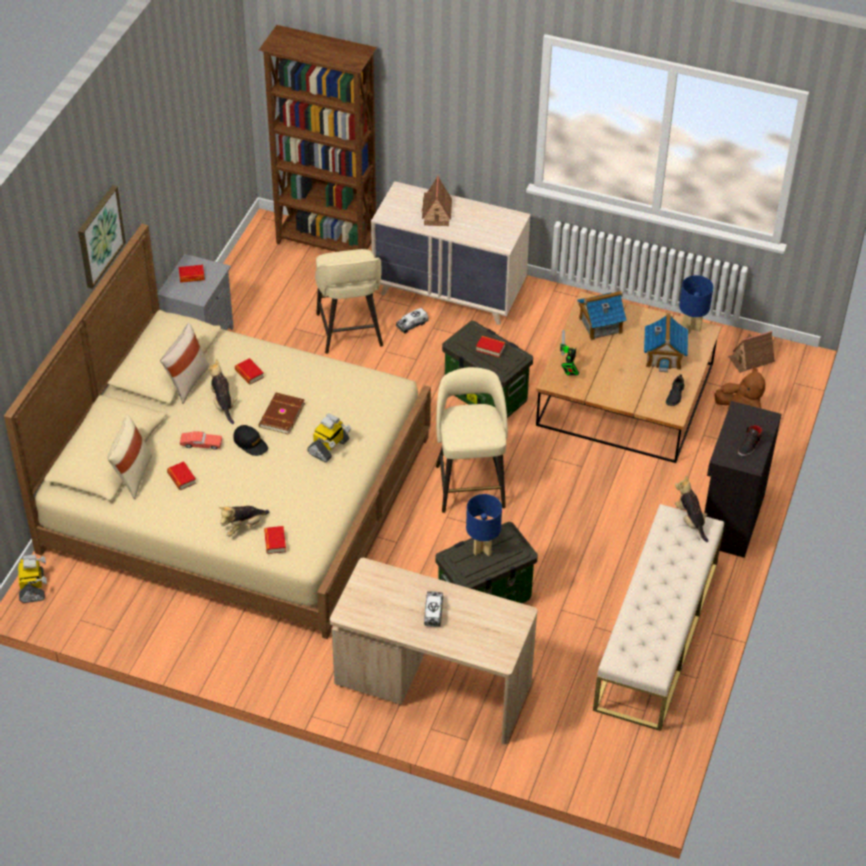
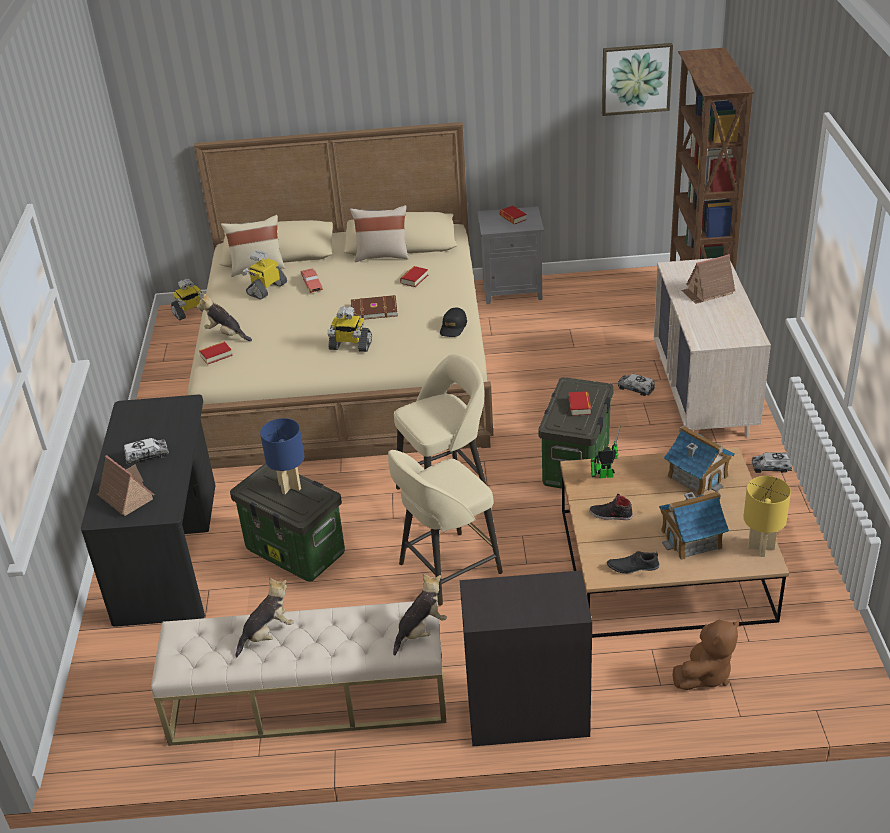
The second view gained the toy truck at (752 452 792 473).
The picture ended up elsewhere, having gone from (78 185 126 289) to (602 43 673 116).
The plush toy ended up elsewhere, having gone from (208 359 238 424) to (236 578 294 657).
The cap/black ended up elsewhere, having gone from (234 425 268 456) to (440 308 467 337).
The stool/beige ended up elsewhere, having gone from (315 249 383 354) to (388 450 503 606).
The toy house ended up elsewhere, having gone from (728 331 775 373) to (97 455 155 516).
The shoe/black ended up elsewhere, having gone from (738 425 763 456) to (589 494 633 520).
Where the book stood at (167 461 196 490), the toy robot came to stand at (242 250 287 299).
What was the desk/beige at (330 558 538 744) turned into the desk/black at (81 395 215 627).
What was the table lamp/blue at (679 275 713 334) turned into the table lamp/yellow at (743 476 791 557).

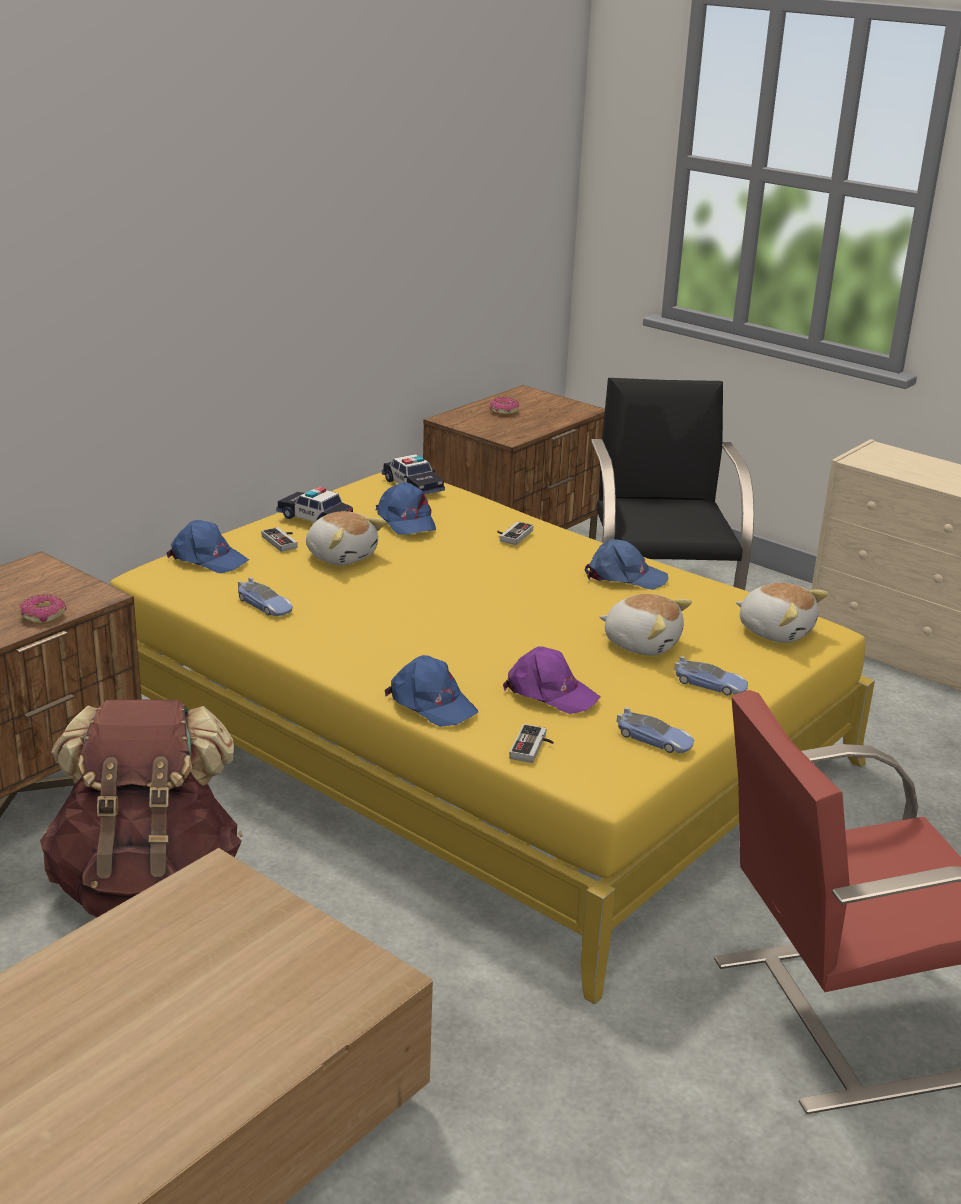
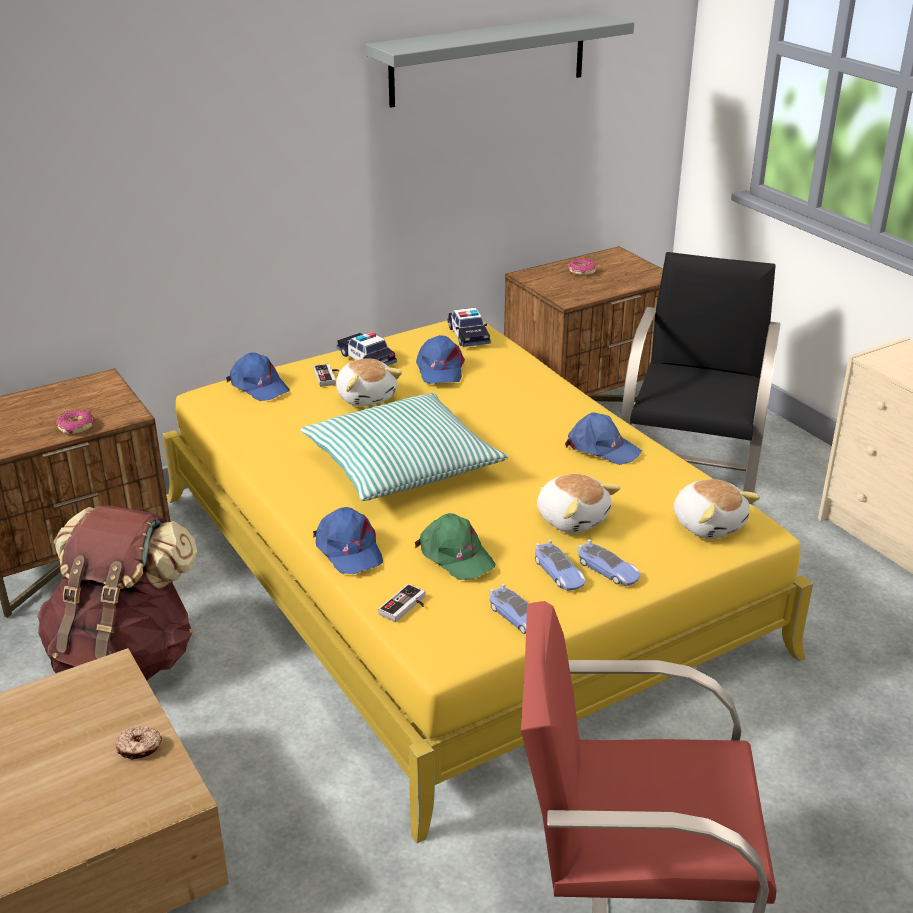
The second view lost the game controller at (497 521 534 545).
The second view gained the donut at (115 726 162 760).
The second view gained the pillow at (300 393 508 501).
The second view gained the shelf/grey at (366 13 634 108).
The toy car ended up elsewhere, having gone from (238 577 293 616) to (535 539 585 591).
What was the cap/purple at (503 646 601 714) turned into the cap/green at (415 513 495 580).

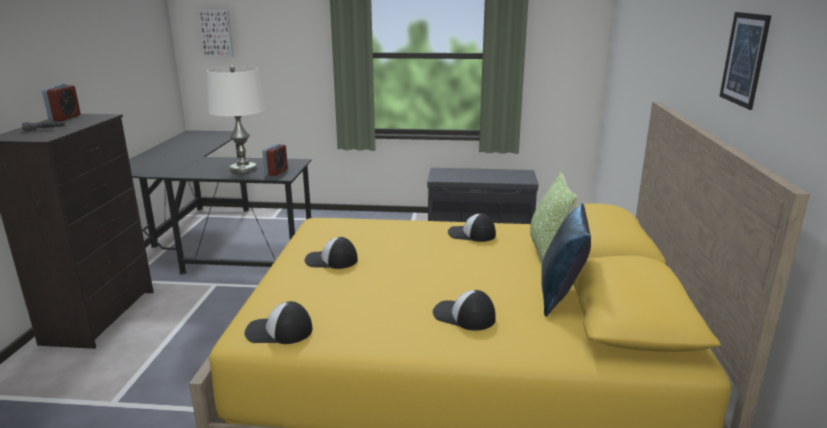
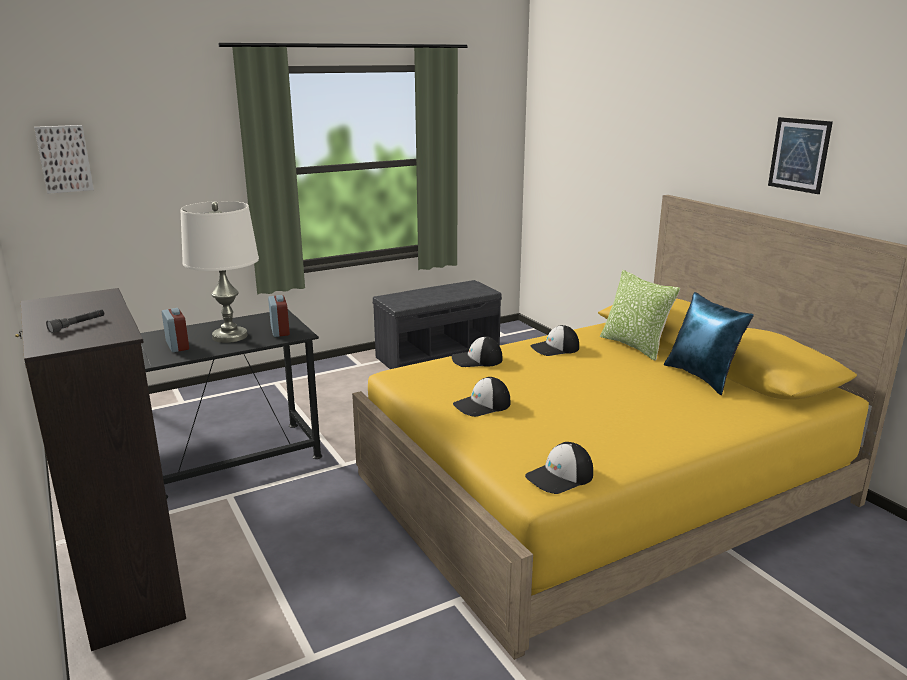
The alarm clock ended up elsewhere, having gone from (42 84 80 121) to (162 308 189 352).
The cap ended up elsewhere, having gone from (433 290 496 330) to (452 336 502 367).

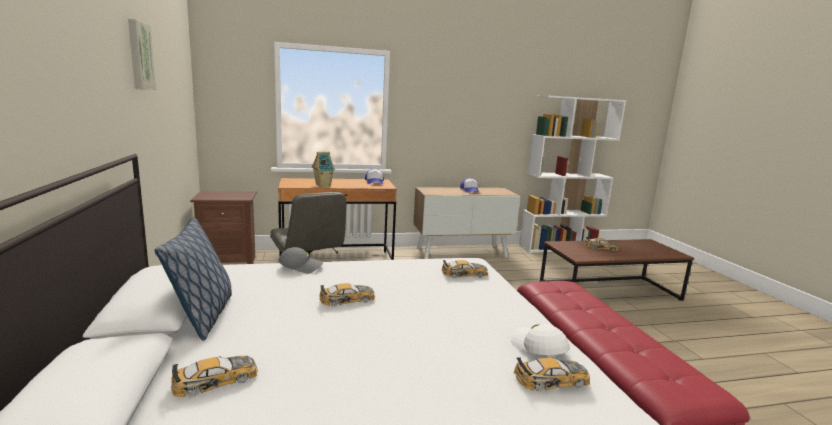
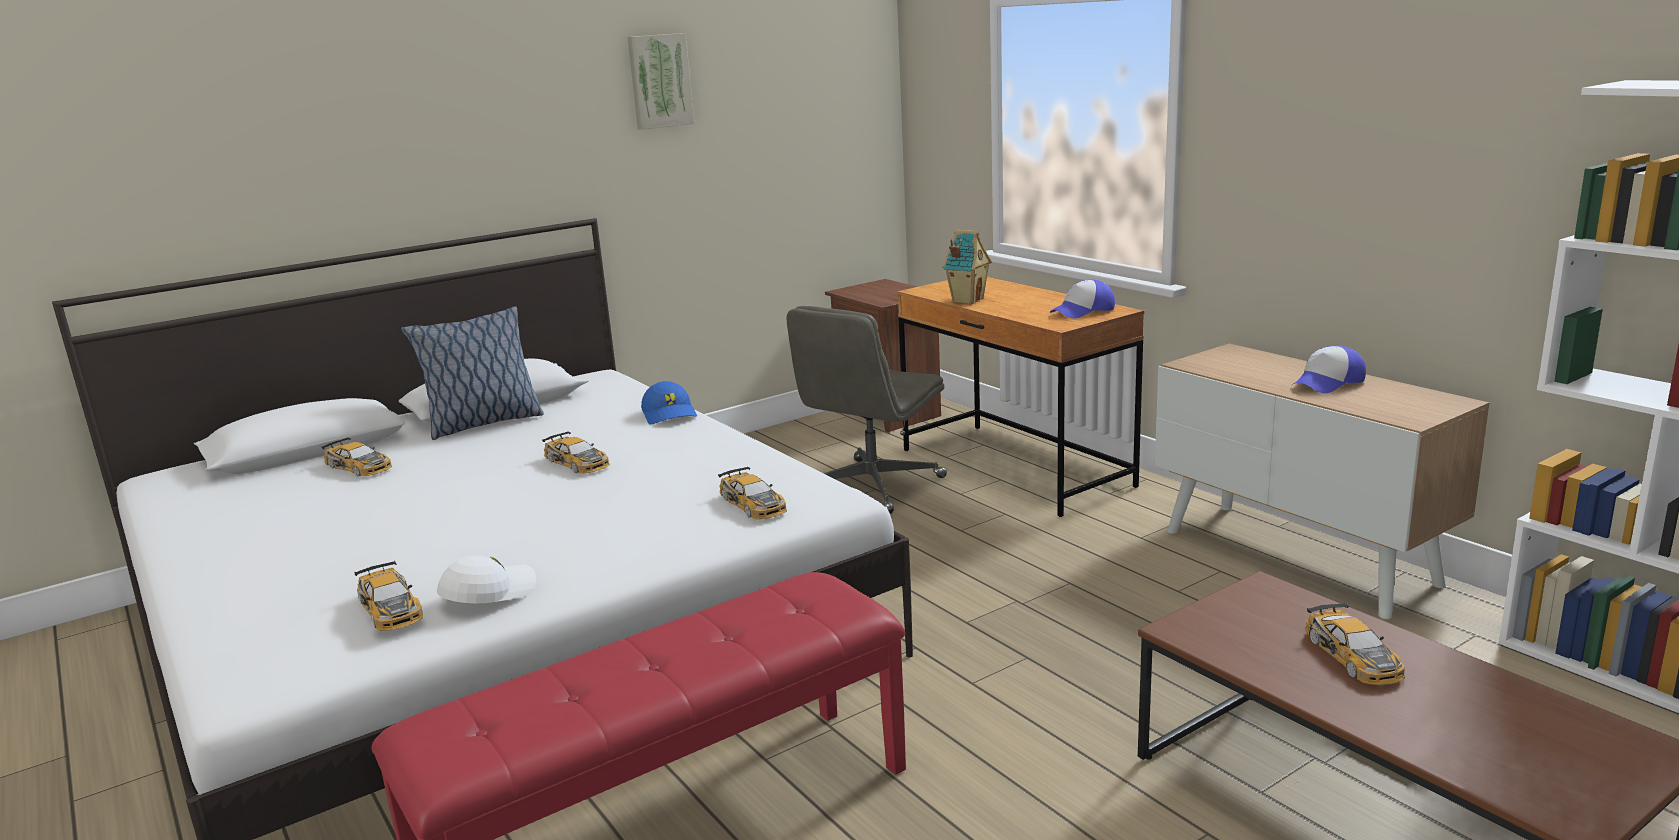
What was the cap/grey at (278 247 323 274) turned into the cap/blue at (641 381 697 425).

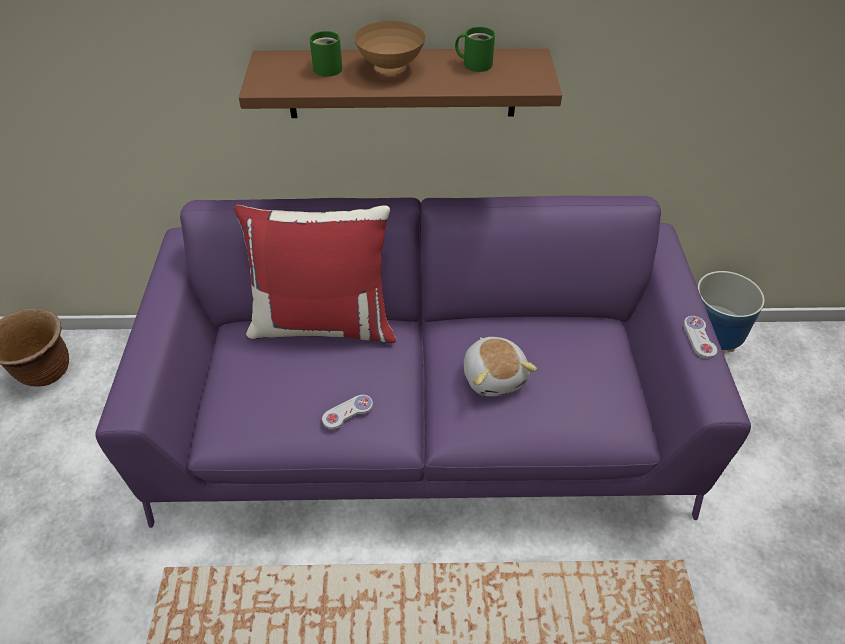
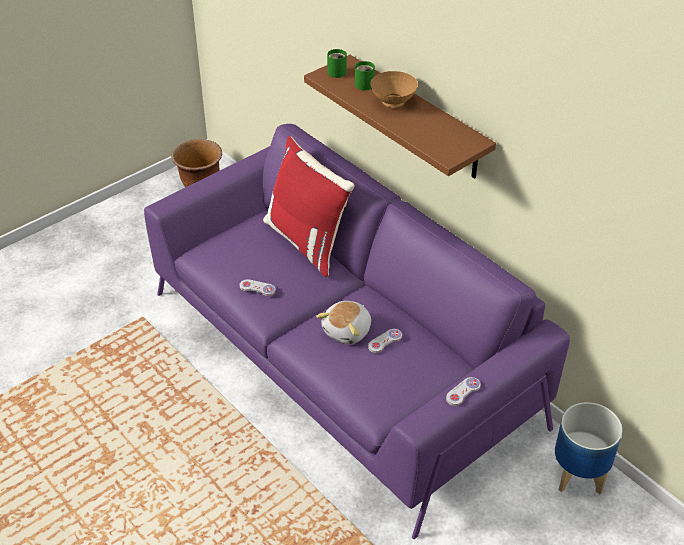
The second view gained the game controller/white at (368 329 402 353).
The mug/green ended up elsewhere, having gone from (455 27 495 72) to (327 49 347 78).

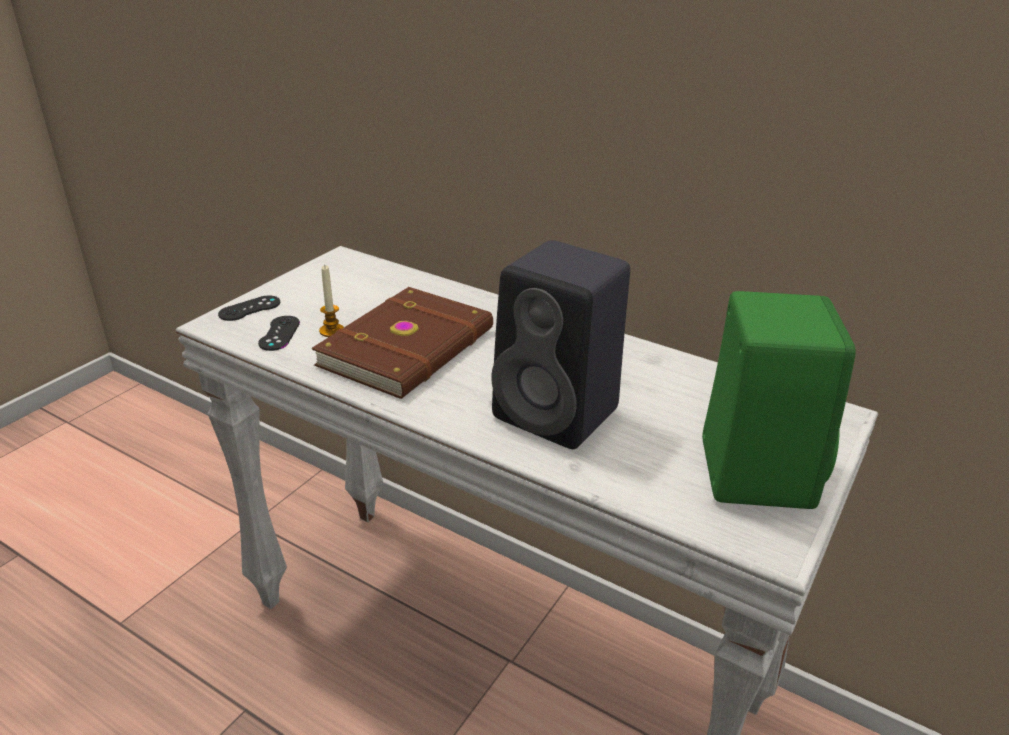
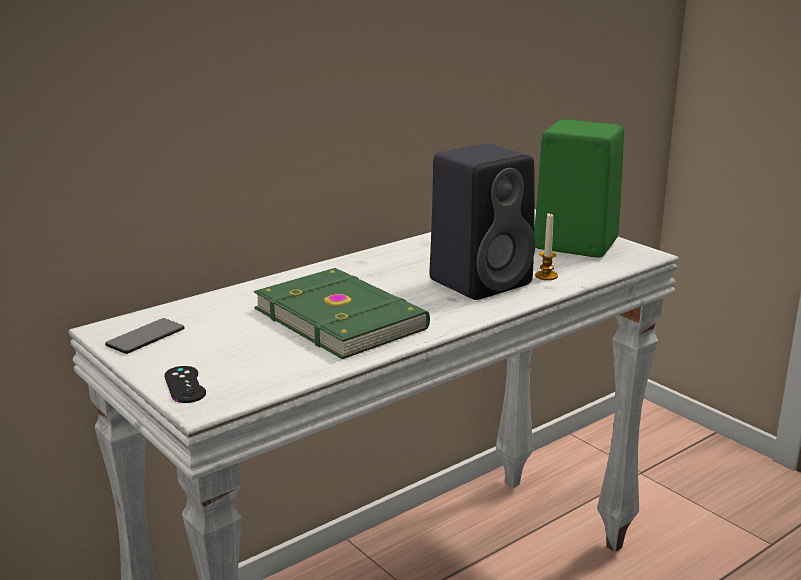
The second view lost the game controller/black at (258 316 300 351).
The second view gained the phone at (105 318 184 354).
The candle ended up elsewhere, having gone from (319 265 344 337) to (535 212 558 280).
What was the book/brown at (312 287 493 399) turned into the book/green at (253 268 430 359).

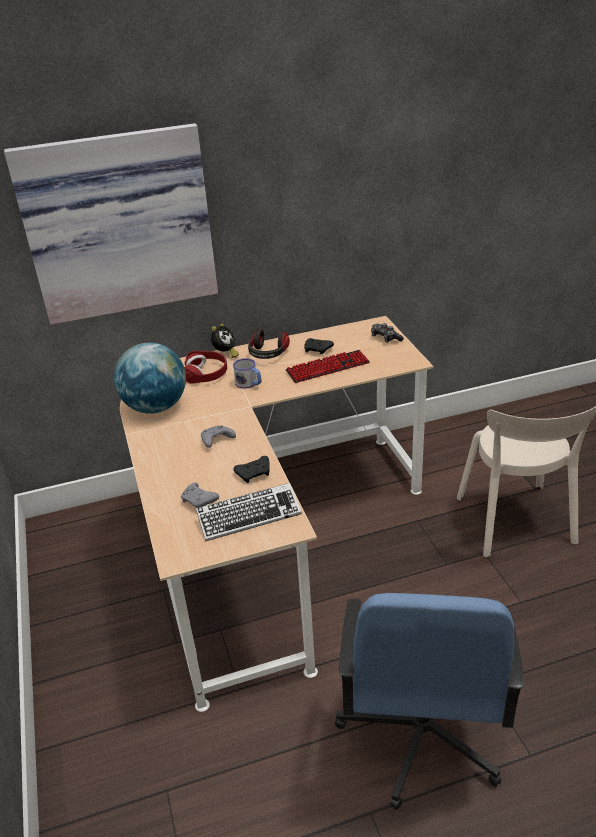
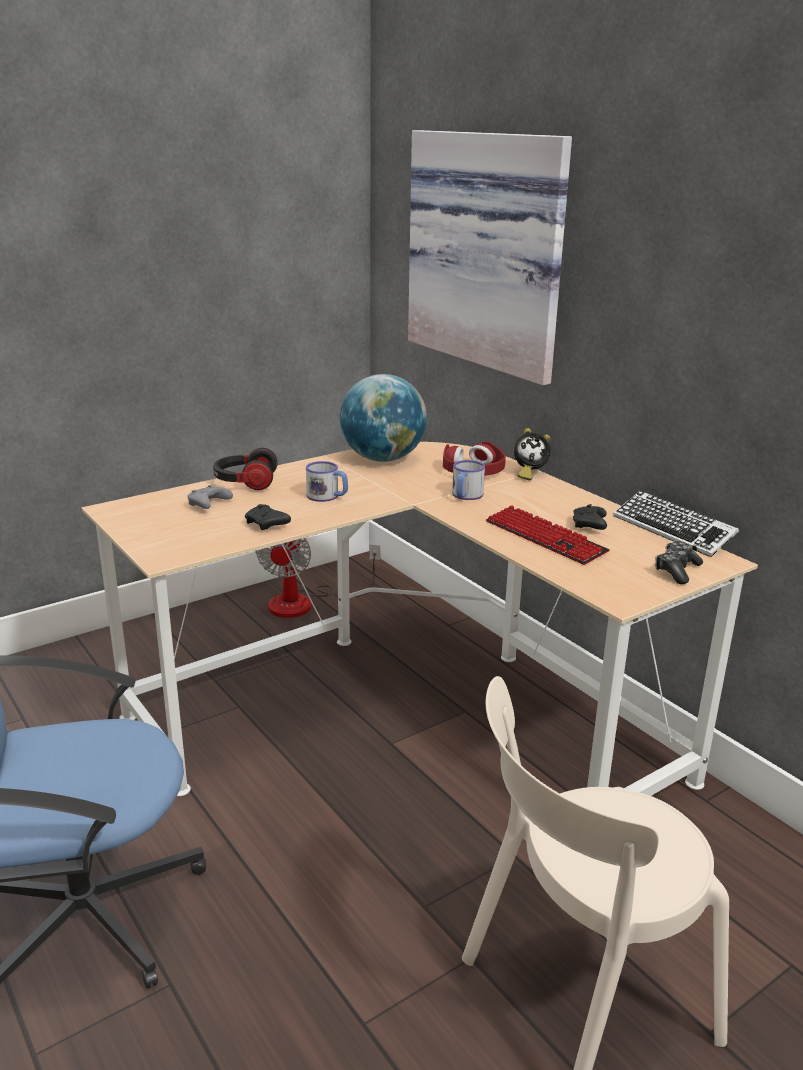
The second view gained the fan at (255 538 380 618).
The keyboard ended up elsewhere, having gone from (196 483 302 541) to (613 491 739 557).
The headphones ended up elsewhere, having gone from (248 329 290 359) to (213 448 278 490).
Where the game controller/grey stood at (201 426 236 448), the mug came to stand at (306 461 348 502).

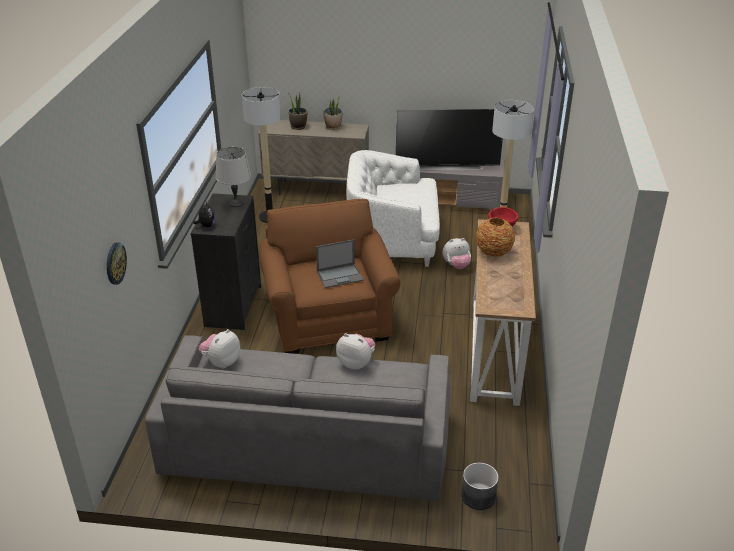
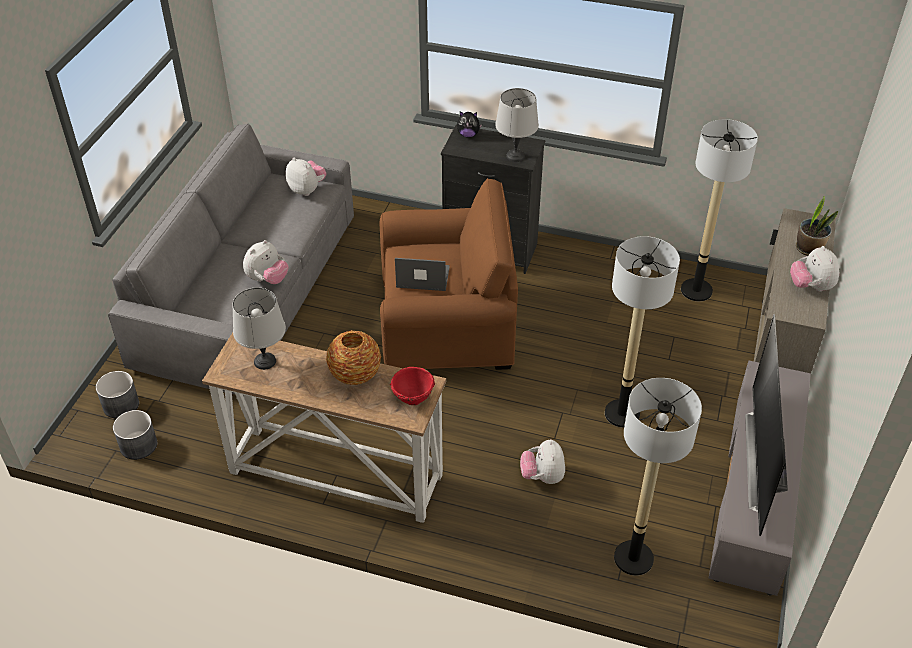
The second view lost the wall clock at (107 242 127 285).
The second view gained the planter/grey at (113 410 157 460).
The second view gained the table lamp/grey at (232 288 286 370).
Where the potted plant stood at (323 94 342 130), the plush toy came to stand at (790 246 839 292).
Where the armchair/white stood at (347 150 440 267), the floor lamp came to stand at (605 236 680 428).
The laptop at (316 239 364 288) ended up facing another way, 105 degrees clockwise from before.

